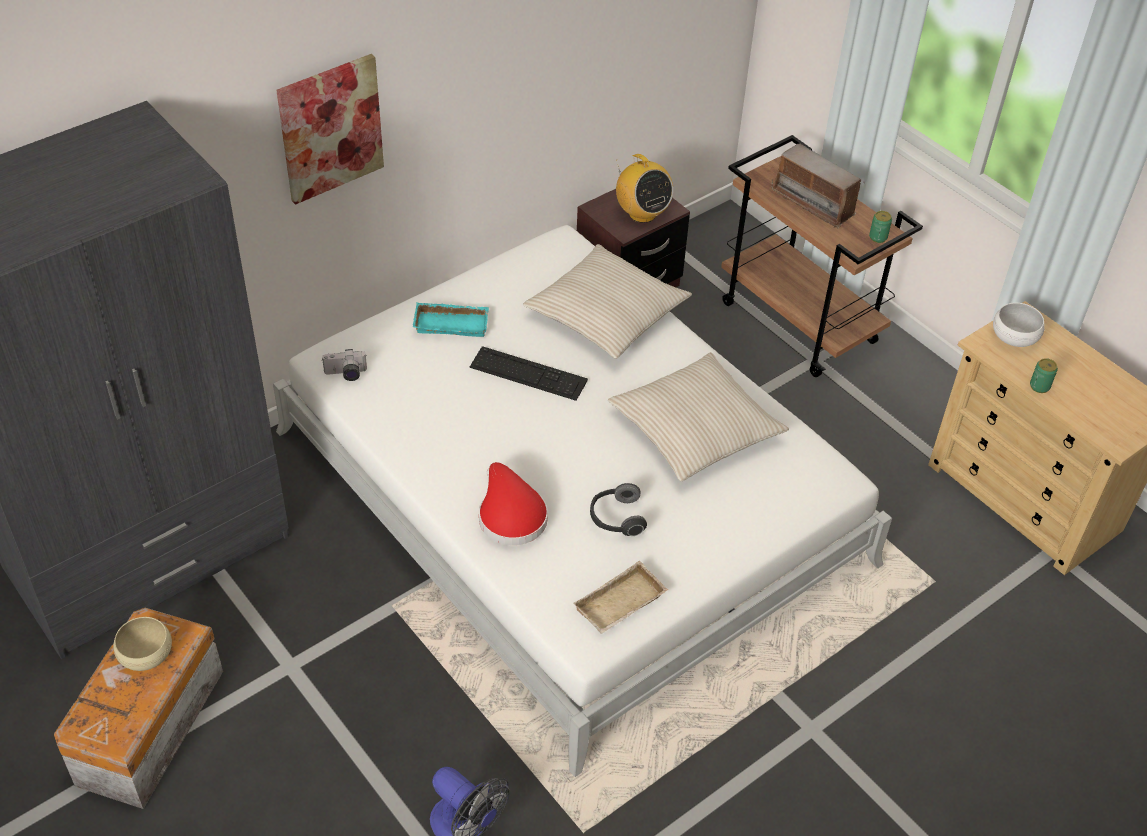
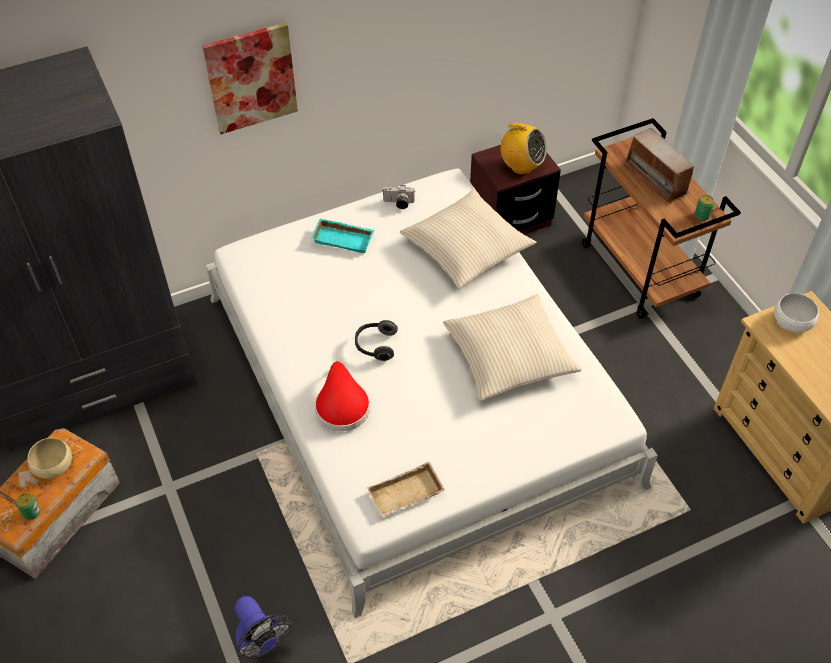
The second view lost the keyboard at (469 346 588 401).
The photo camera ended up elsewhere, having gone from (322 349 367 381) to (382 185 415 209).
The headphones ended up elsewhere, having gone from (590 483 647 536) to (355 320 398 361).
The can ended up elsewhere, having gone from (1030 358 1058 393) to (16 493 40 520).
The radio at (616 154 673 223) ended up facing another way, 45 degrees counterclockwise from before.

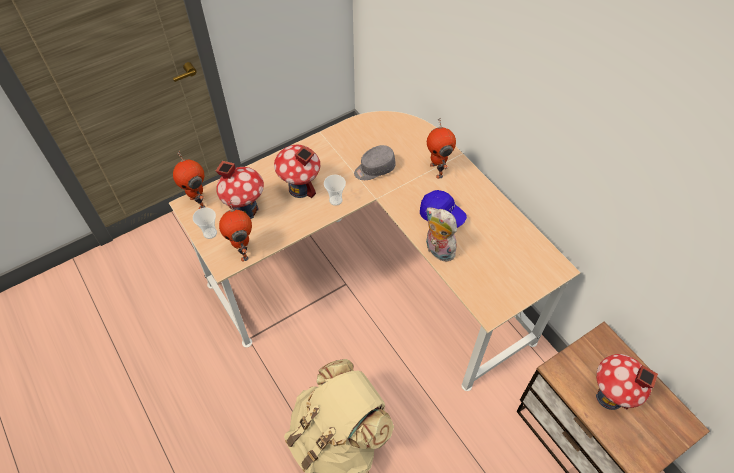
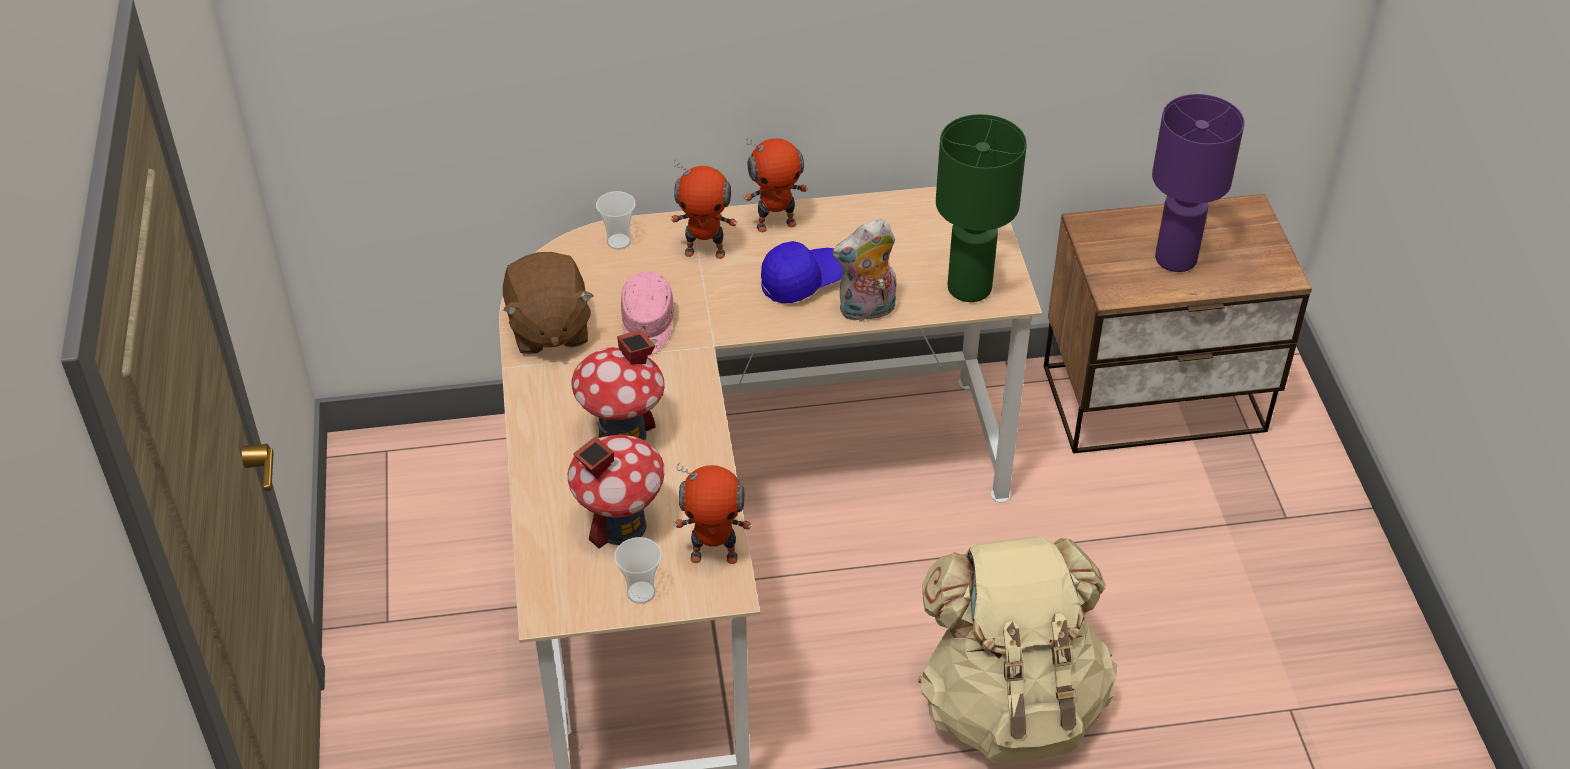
The second view gained the plush toy/brown at (503 252 594 354).
The second view gained the table lamp/green at (936 114 1027 302).
The toy robot ended up elsewhere, having gone from (173 151 206 209) to (744 138 808 232).
The cup ended up elsewhere, having gone from (324 175 346 206) to (596 191 636 250).
Where the toy house stood at (596 354 658 410), the table lamp/purple came to stand at (1152 94 1244 272).
What was the cap/grey at (354 145 396 180) turned into the cap/pink at (621 272 674 354).

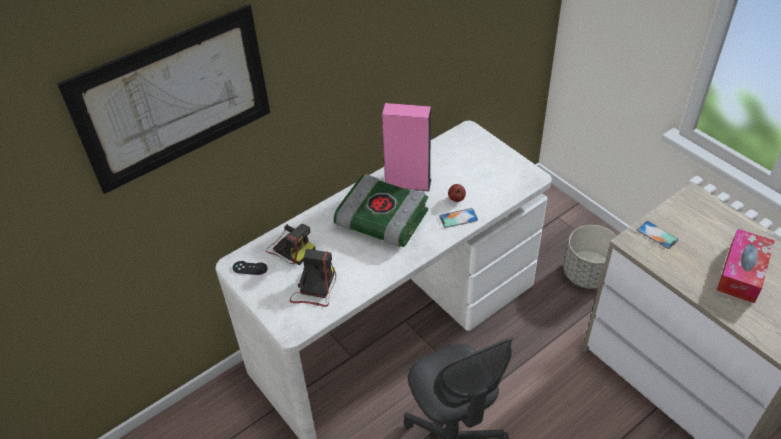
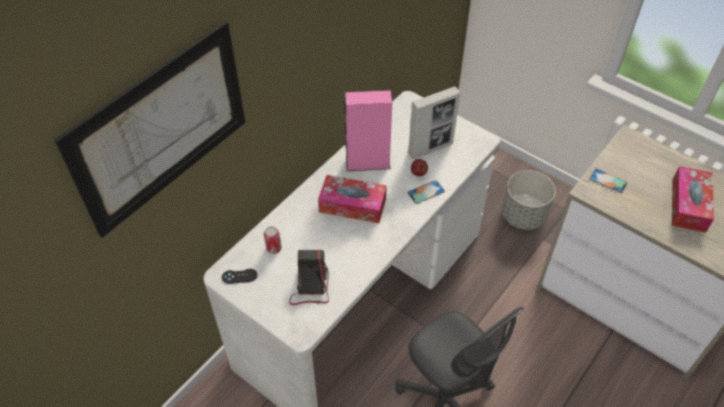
The second view gained the picture frame at (408 86 460 159).
Where the photo camera stood at (266 224 315 265), the can came to stand at (264 226 282 254).
Where the book stood at (333 174 428 247), the tissue box came to stand at (318 175 387 223).

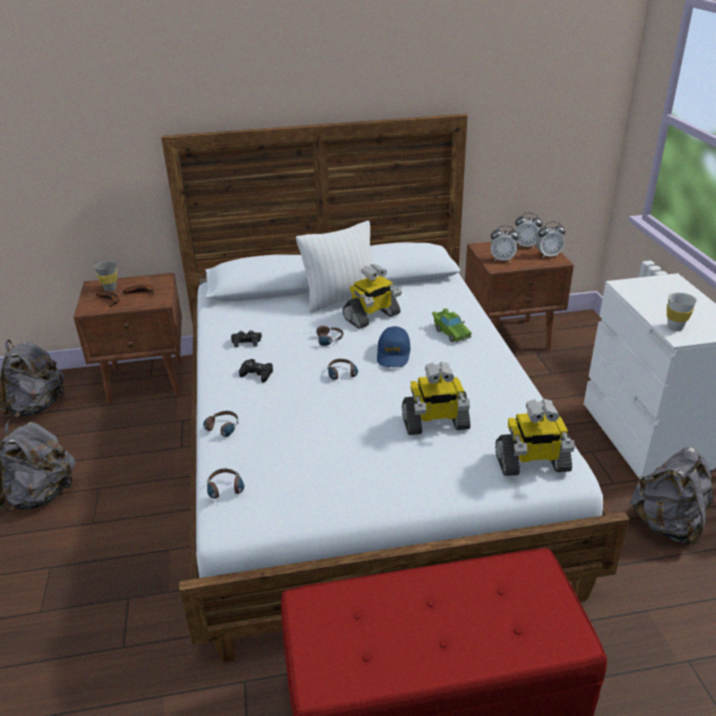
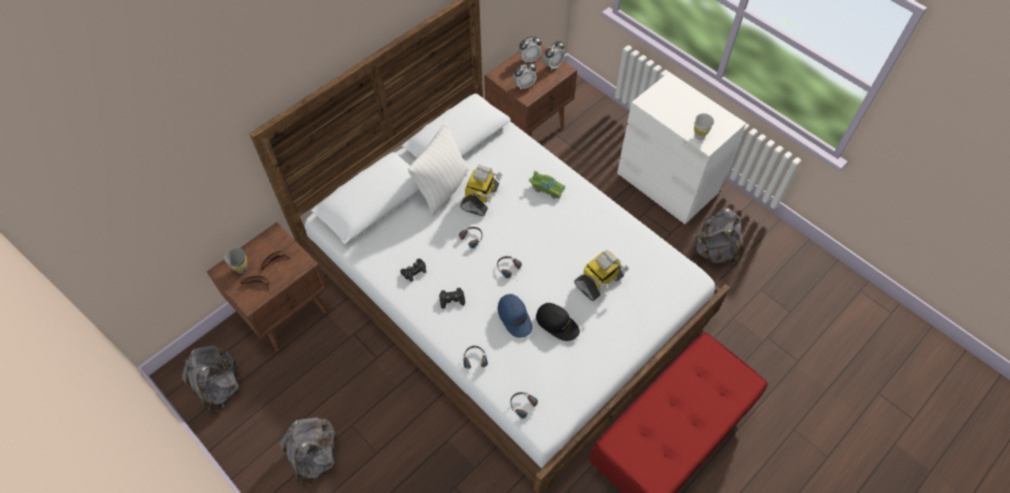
The second view lost the toy robot at (495 399 575 476).
The second view gained the cap/black at (536 303 580 341).
The cap/blue ended up elsewhere, having gone from (377 326 411 367) to (498 294 532 338).

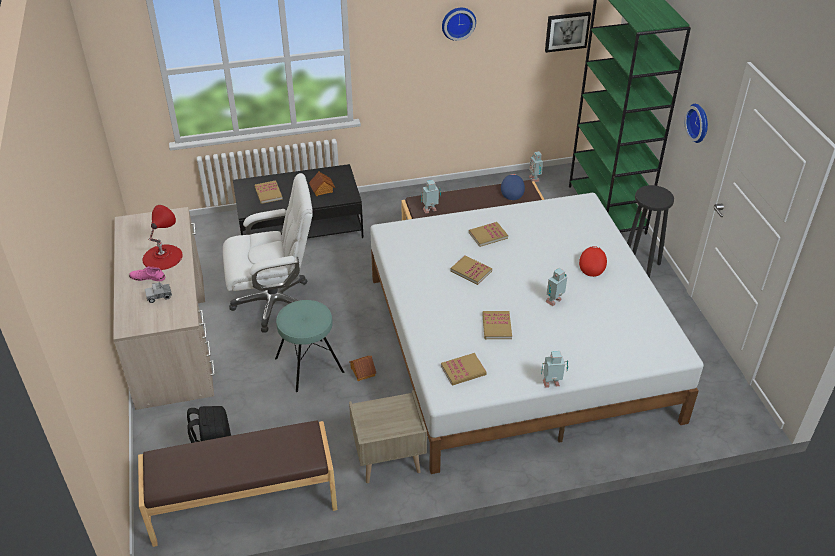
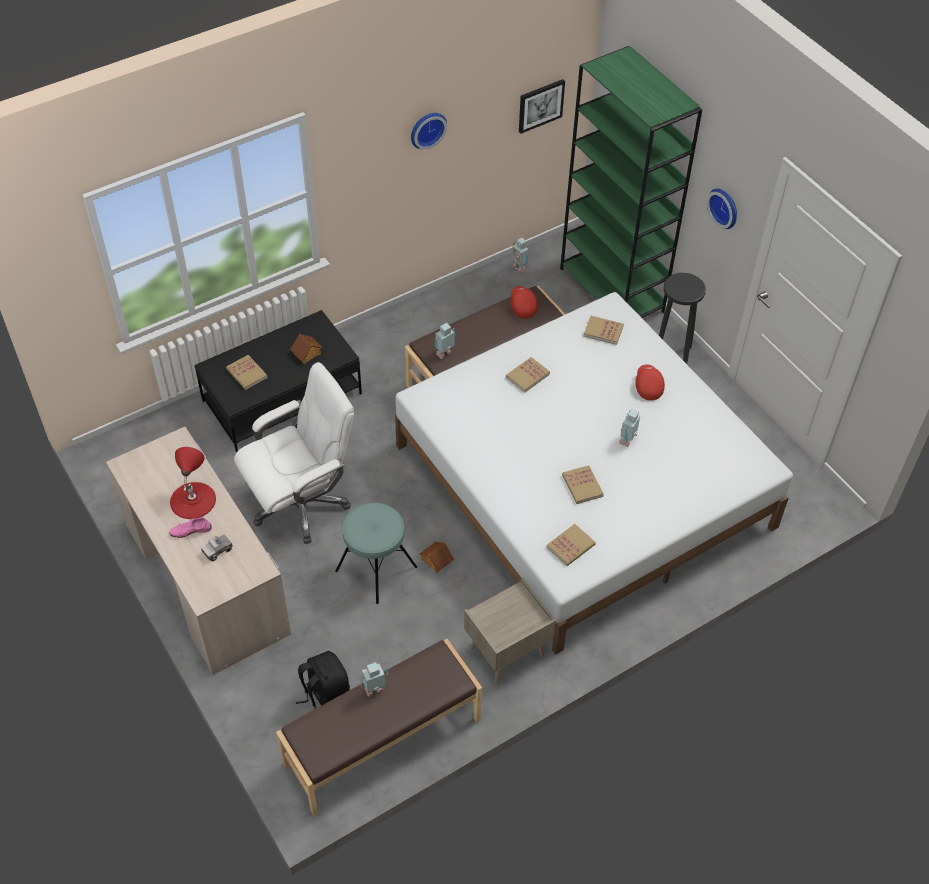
The book ended up elsewhere, having gone from (451 255 492 285) to (584 316 624 345).
The toy robot ended up elsewhere, having gone from (541 351 568 387) to (360 662 388 697).
What was the cap/blue at (501 174 525 200) turned into the cap/red at (510 286 538 319).

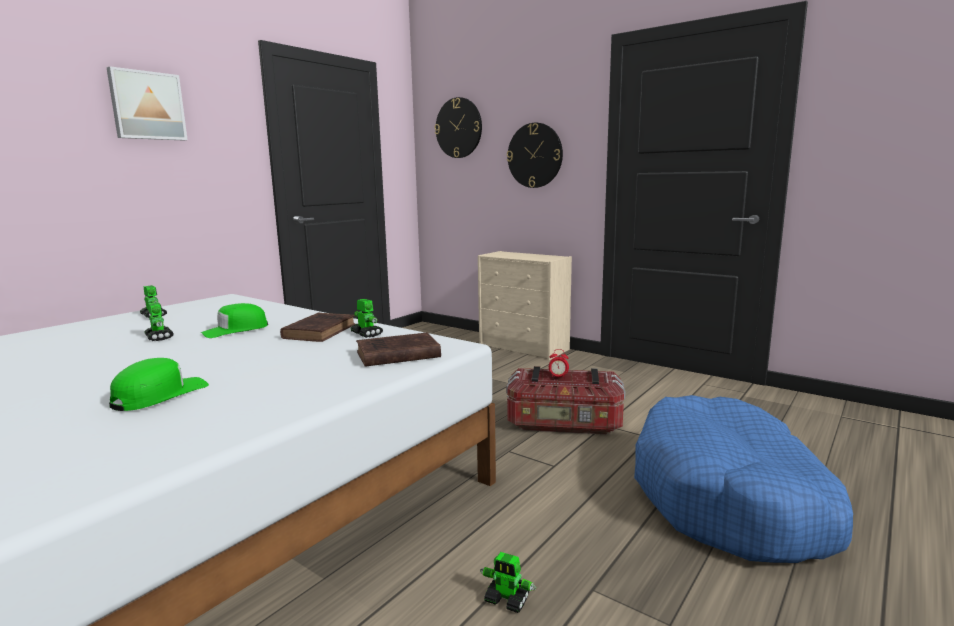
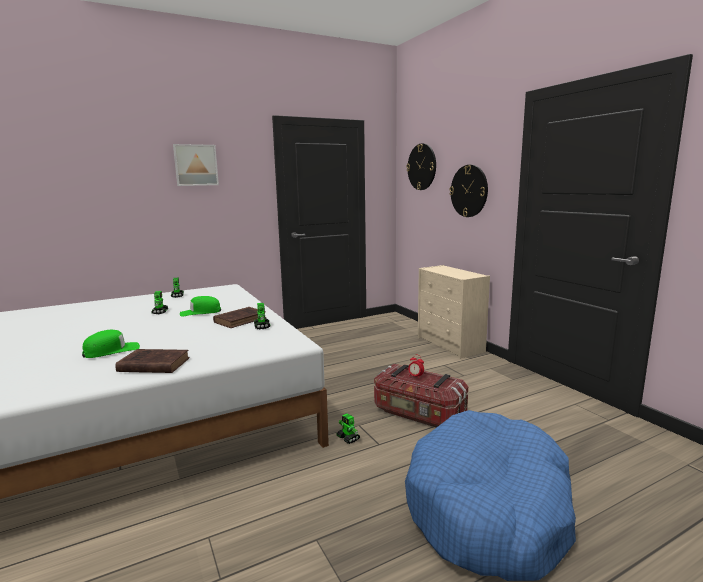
The book/brown ended up elsewhere, having gone from (356 333 441 367) to (115 349 189 373).
The toy robot ended up elsewhere, having gone from (480 552 536 613) to (336 413 360 444).

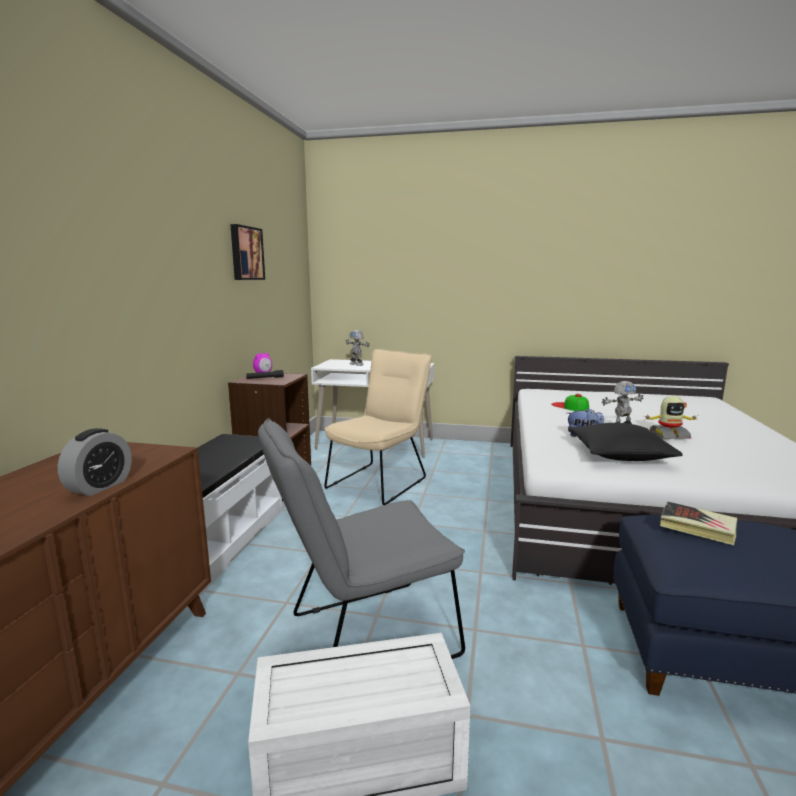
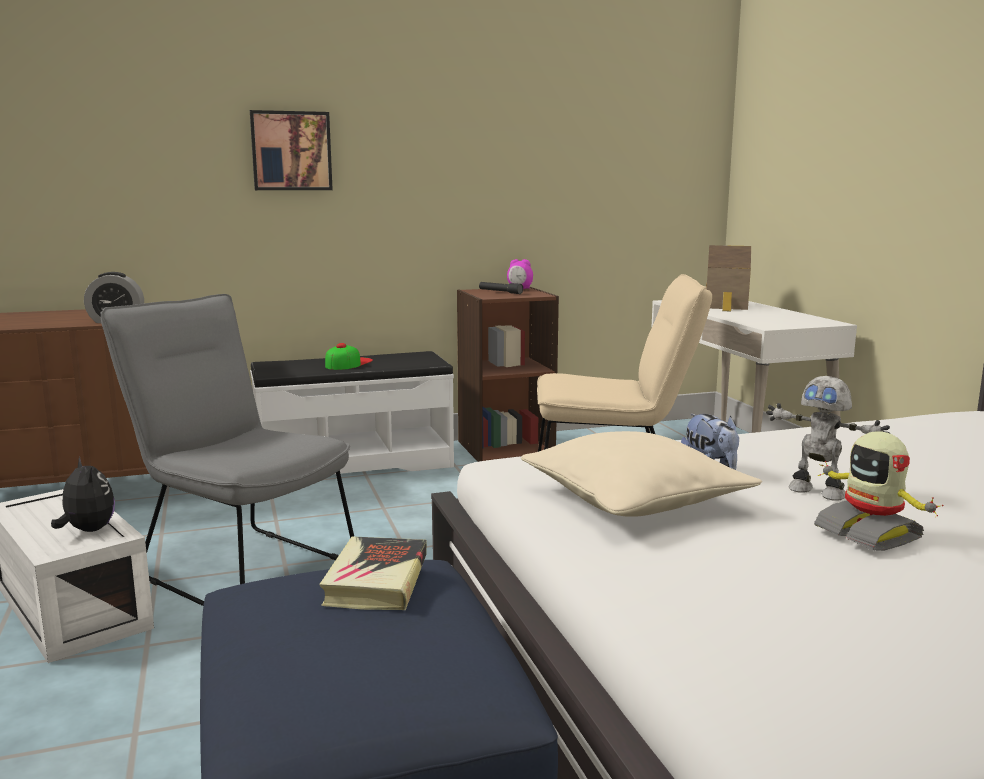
The second view gained the plush toy at (51 457 115 532).
The picture ended up elsewhere, having gone from (230 224 265 280) to (250 110 333 190).
The cap ended up elsewhere, having gone from (551 394 589 411) to (325 343 373 370).
Where the toy robot stood at (346 330 370 366), the toy house came to stand at (706 245 751 311).
What was the pillow/black at (568 423 683 461) turned into the pillow/beige at (521 431 762 517).

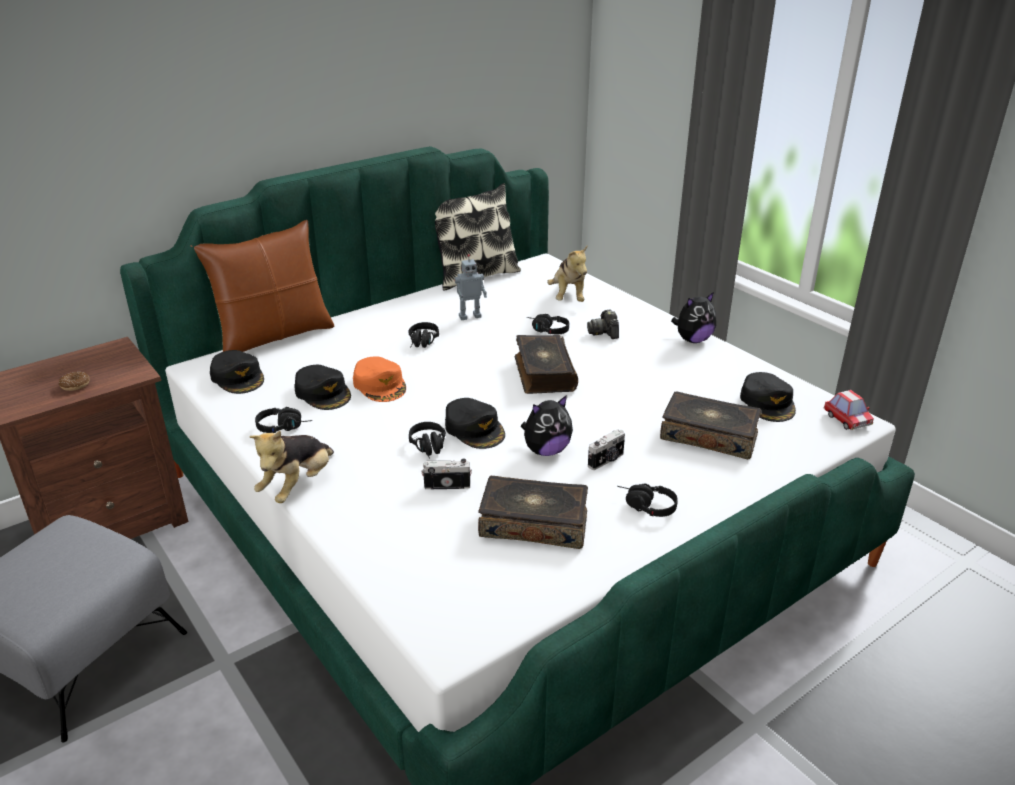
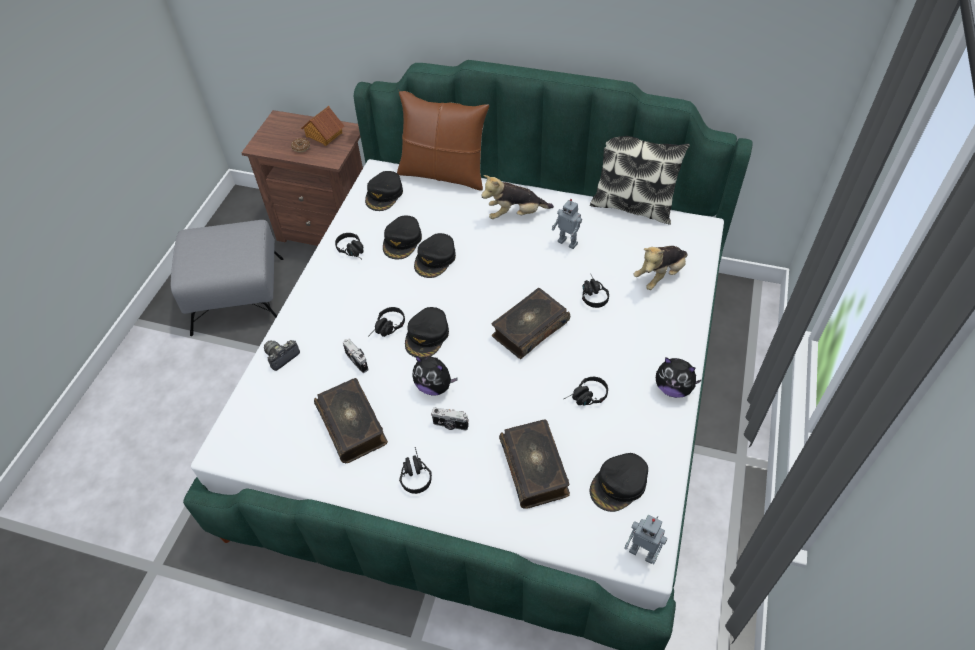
The second view gained the toy house at (301 106 344 146).
The plush toy ended up elsewhere, having gone from (249 431 334 503) to (481 175 554 219).
The headphones/black ended up elsewhere, having gone from (408 322 439 348) to (564 377 608 406).
The photo camera ended up elsewhere, having gone from (587 310 619 339) to (264 340 300 371).
Where the toy car stood at (824 390 874 430), the toy robot came to stand at (624 515 667 564).
What was the cap/orange at (353 356 406 402) turned into the cap/black at (414 233 456 278).

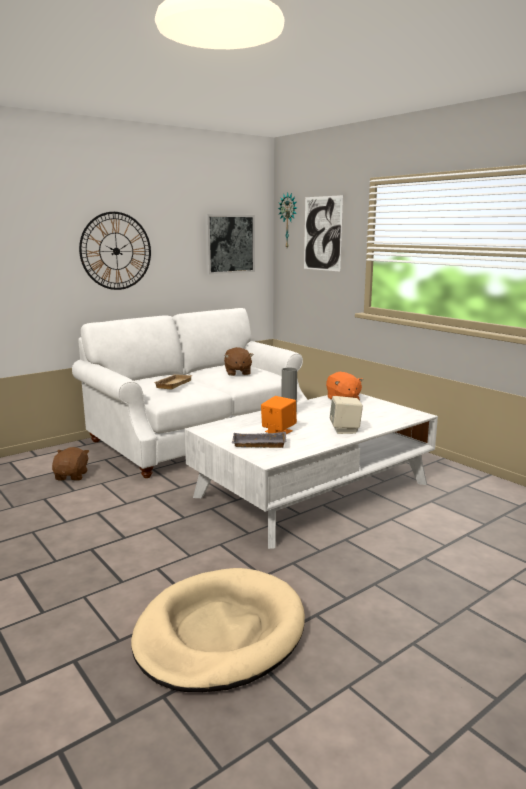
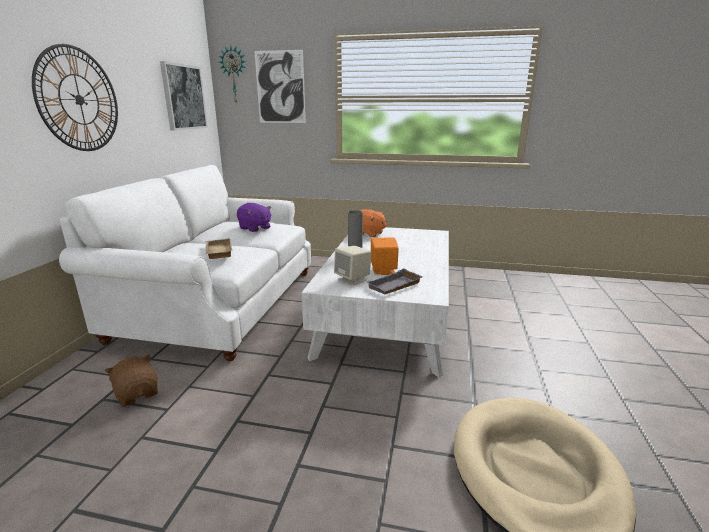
The speaker/beige ended up elsewhere, having gone from (330 396 363 434) to (334 246 372 286).
What was the plush toy/brown at (224 347 253 376) turned into the plush toy/purple at (237 203 272 232).

